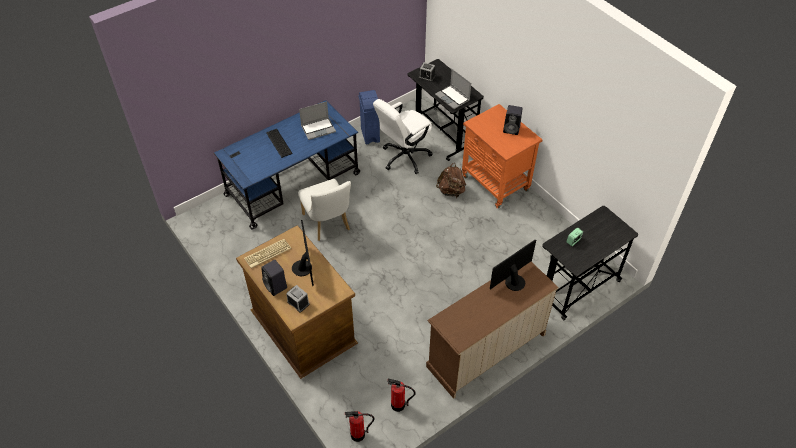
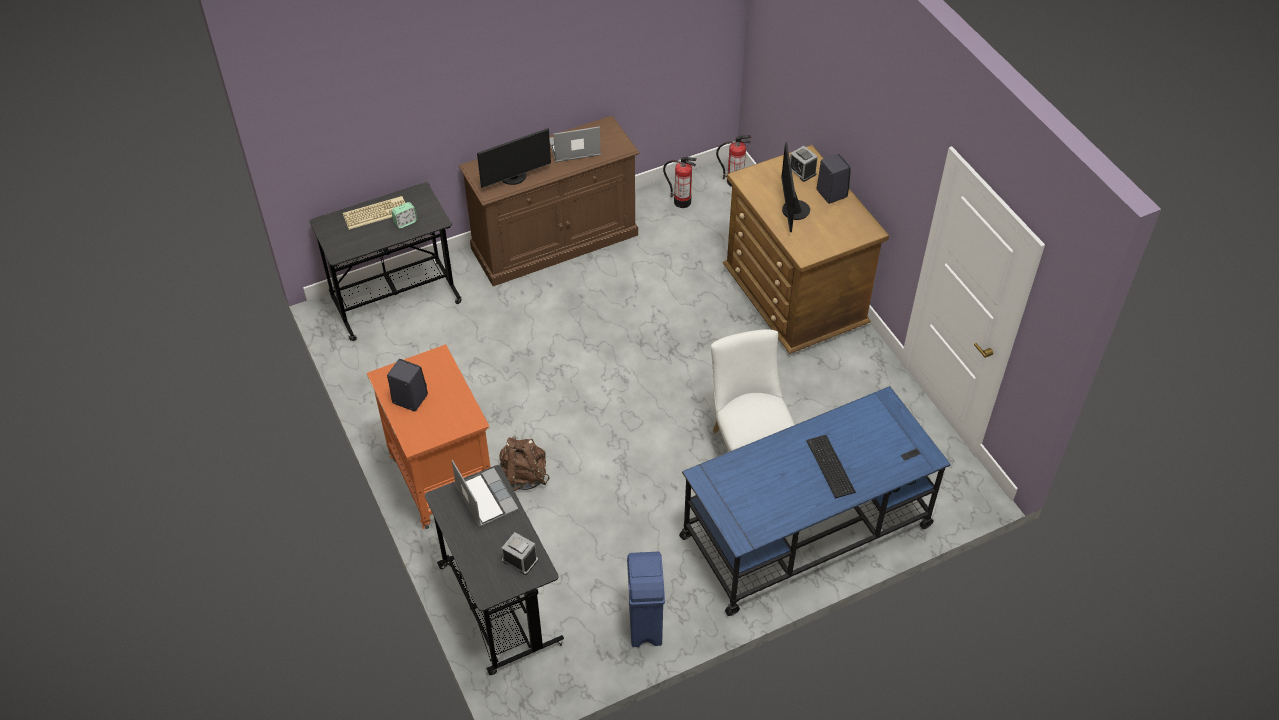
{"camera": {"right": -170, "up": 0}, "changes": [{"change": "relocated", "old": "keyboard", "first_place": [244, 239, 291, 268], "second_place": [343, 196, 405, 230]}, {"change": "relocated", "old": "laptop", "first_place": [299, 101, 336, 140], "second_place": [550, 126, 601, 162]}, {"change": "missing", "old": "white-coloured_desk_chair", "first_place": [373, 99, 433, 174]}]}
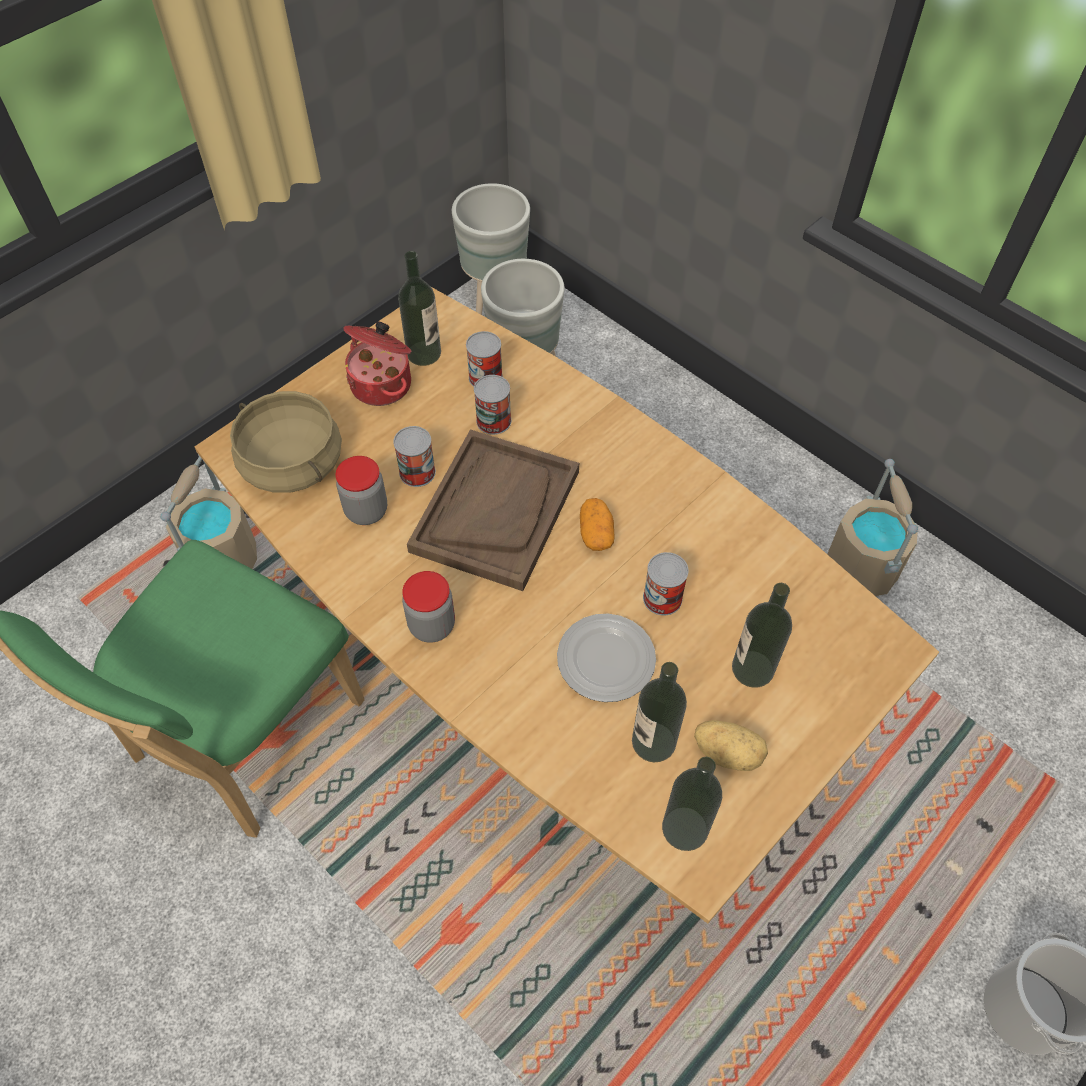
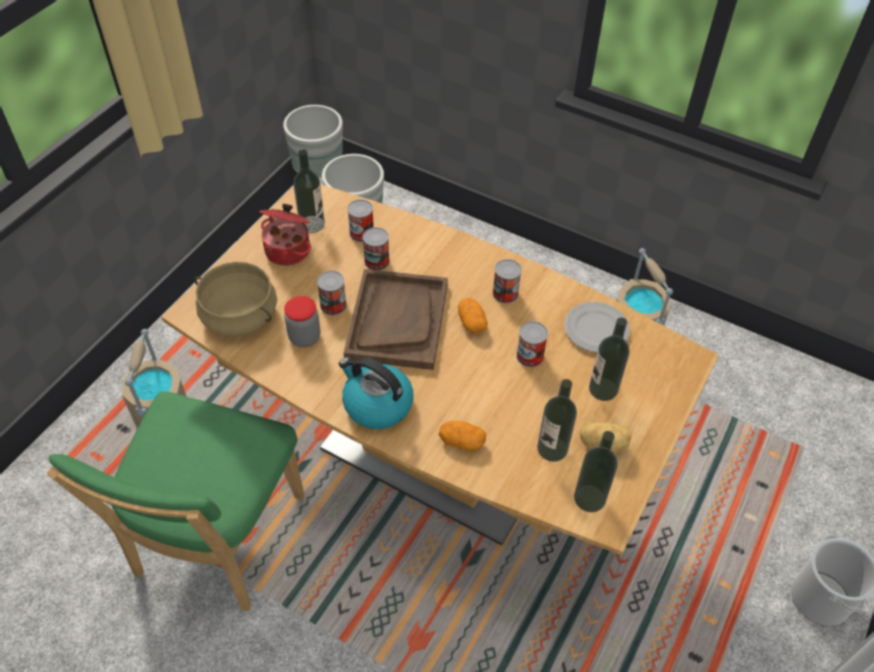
{"camera": {"right": -15, "up": -5}, "changes": [{"change": "exchanged", "old": "preserve_jar", "new": "tea_kettle", "first_place": [402, 571, 455, 643], "second_place": [339, 357, 414, 429]}, {"change": "relocated", "old": "flat_dish", "first_place": [557, 614, 656, 702], "second_place": [564, 302, 630, 352]}, {"change": "appeared", "new": "potato", "second_place": [439, 421, 486, 450]}, {"change": "appeared", "new": "can", "second_place": [493, 259, 522, 304]}]}
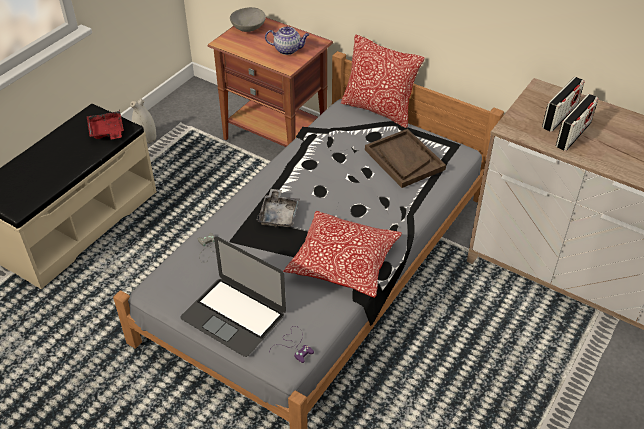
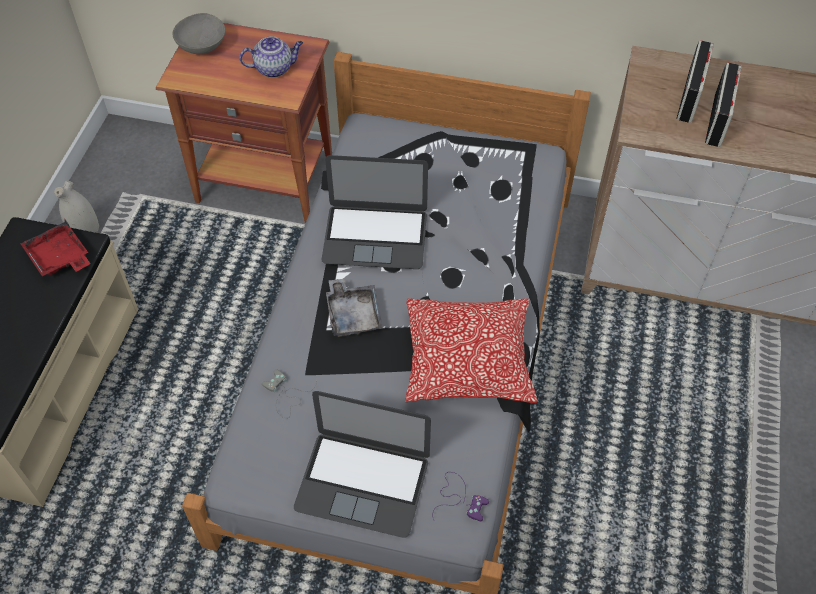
{"camera": {"right": -20, "up": 10}, "changes": [{"change": "missing", "old": "throw_pillow", "first_place": [341, 34, 425, 128]}, {"change": "missing", "old": "brownish_carrying_tray", "first_place": [365, 129, 446, 188]}, {"change": "appeared", "new": "laptop", "second_place": [322, 155, 428, 269]}]}
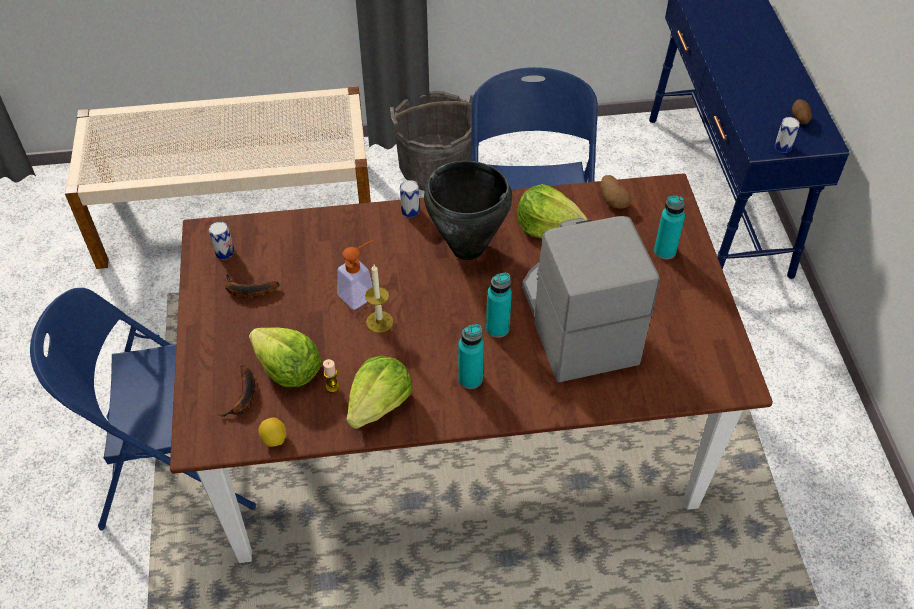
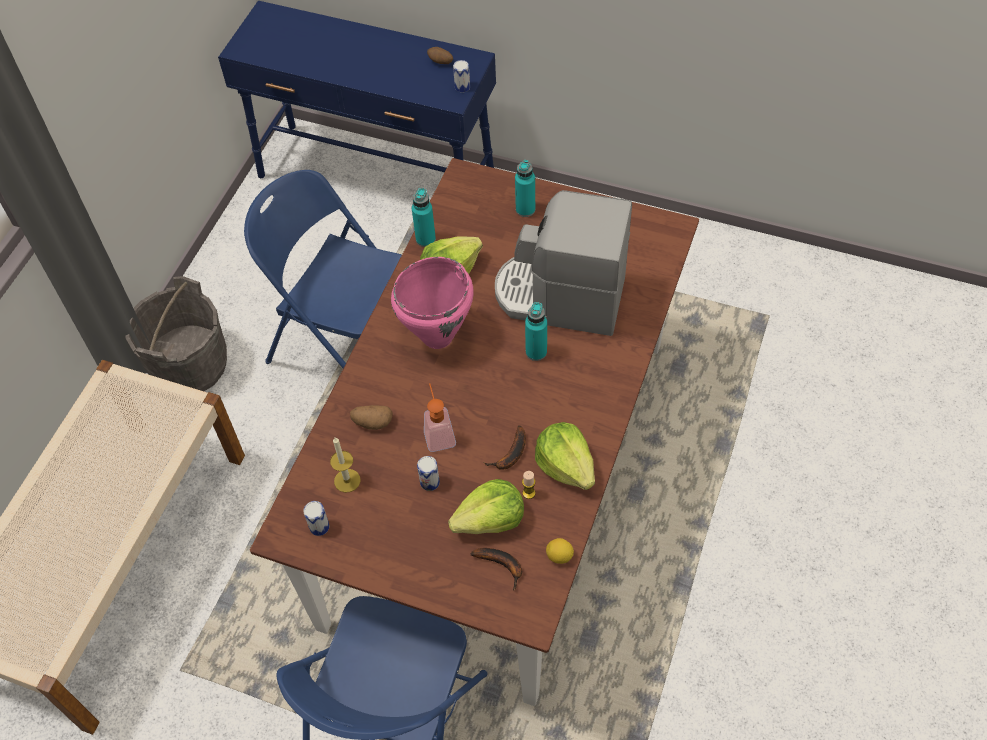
{"camera": {"right": -60, "up": 5}, "changes": [{"change": "relocated", "old": "banana_fruit", "first_place": [226, 274, 280, 298], "second_place": [483, 426, 526, 470]}, {"change": "relocated", "old": "wax_light", "first_place": [365, 265, 393, 333], "second_place": [330, 437, 361, 493]}, {"change": "relocated", "old": "can", "first_place": [400, 180, 420, 217], "second_place": [417, 456, 440, 491]}, {"change": "colour", "old": "blackish_saucepot", "new": "pink-coloured_saucepot", "first_place": [424, 161, 512, 260], "second_place": [391, 257, 473, 349]}, {"change": "relocated", "old": "turquoise-coloured_bottle", "first_place": [458, 324, 484, 389], "second_place": [412, 188, 436, 247]}, {"change": "relocated", "old": "potato", "first_place": [600, 175, 631, 209], "second_place": [350, 405, 393, 430]}]}
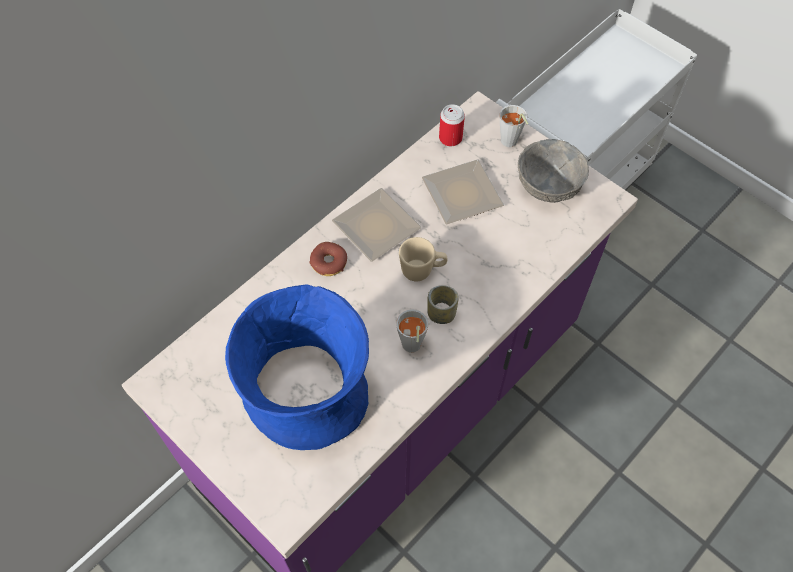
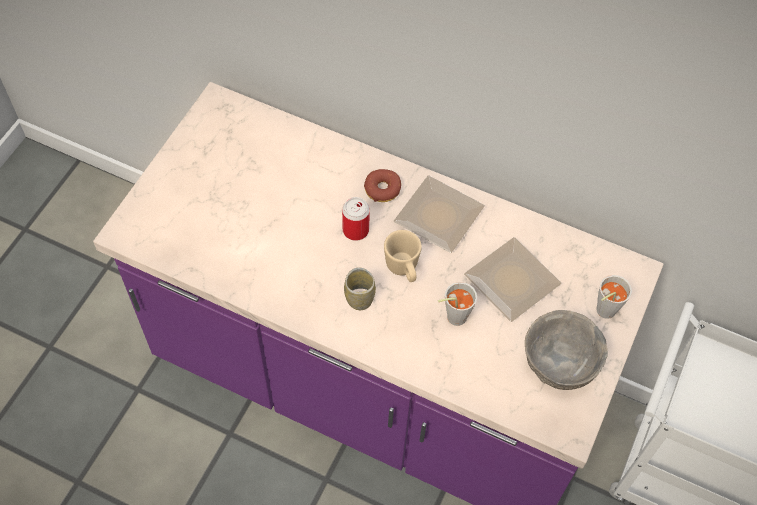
{"camera": {"right": 70, "up": 0}, "changes": [{"change": "missing", "old": "blue_vase", "first_place": [225, 284, 369, 450]}, {"change": "relocated", "old": "gray_cup", "first_place": [396, 309, 428, 353], "second_place": [438, 282, 477, 326]}, {"change": "relocated", "old": "can", "first_place": [439, 104, 465, 146], "second_place": [342, 197, 370, 241]}]}
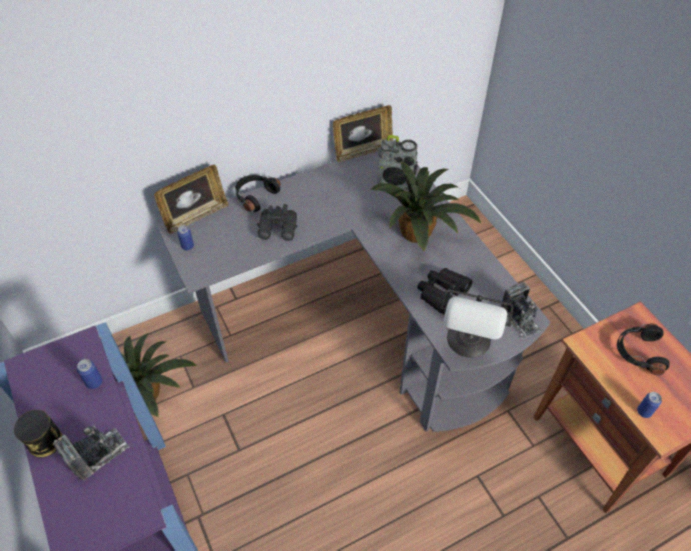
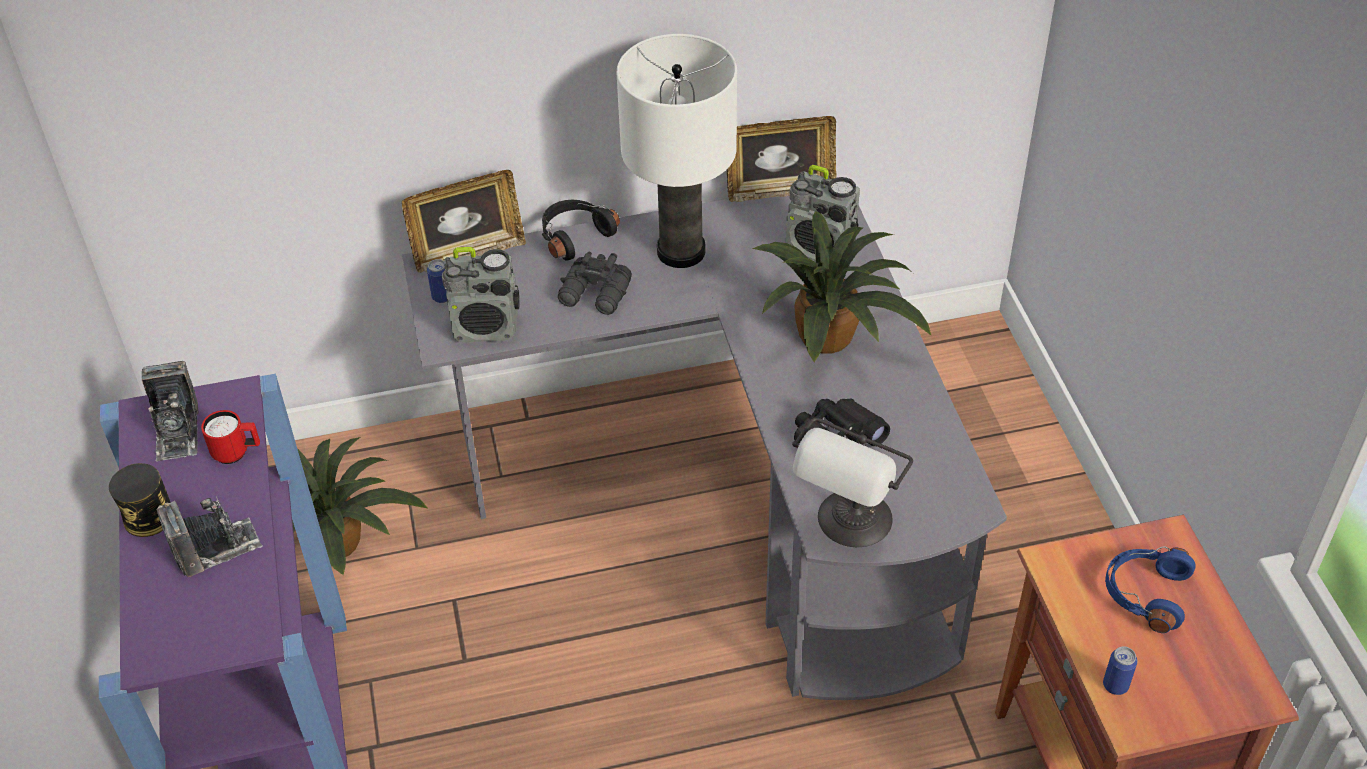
{"camera": {"right": 15, "up": -5}, "changes": [{"change": "exchanged", "old": "can", "new": "red_coffee_mug", "first_place": [77, 359, 102, 389], "second_place": [201, 410, 260, 464]}, {"change": "relocated", "old": "photo_camera", "first_place": [501, 282, 541, 339], "second_place": [142, 361, 199, 462]}, {"change": "colour", "old": "blackish_headset", "new": "blue_headset", "first_place": [617, 323, 670, 375], "second_place": [1105, 546, 1196, 633]}, {"change": "appeared", "new": "radio_receiver", "second_place": [442, 247, 519, 342]}, {"change": "appeared", "new": "white-coloured_table_lamp", "second_place": [617, 34, 737, 268]}]}
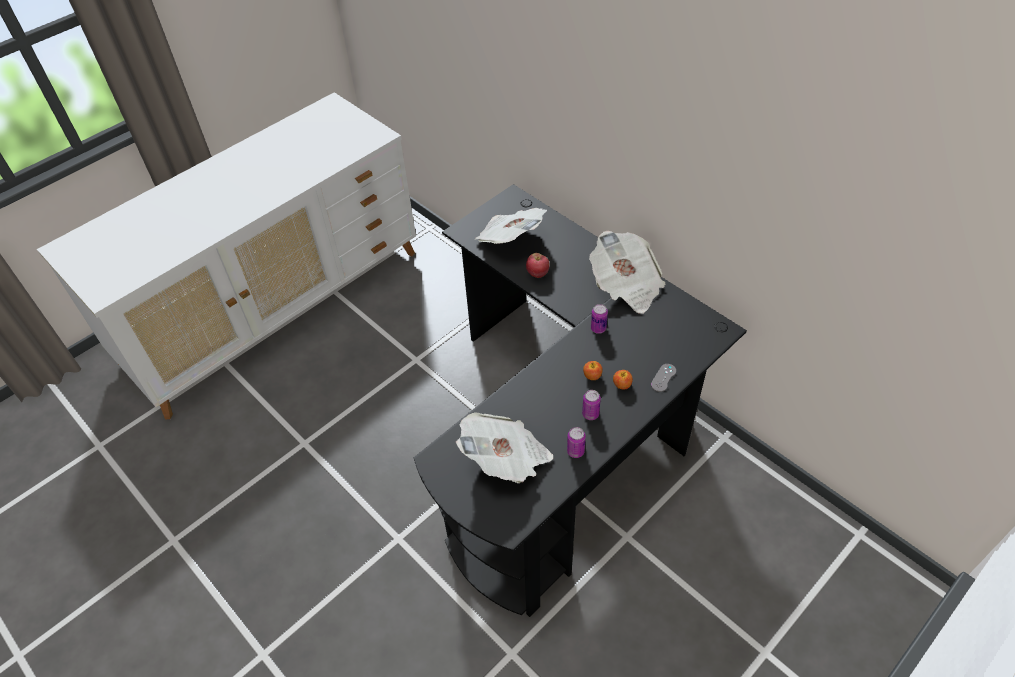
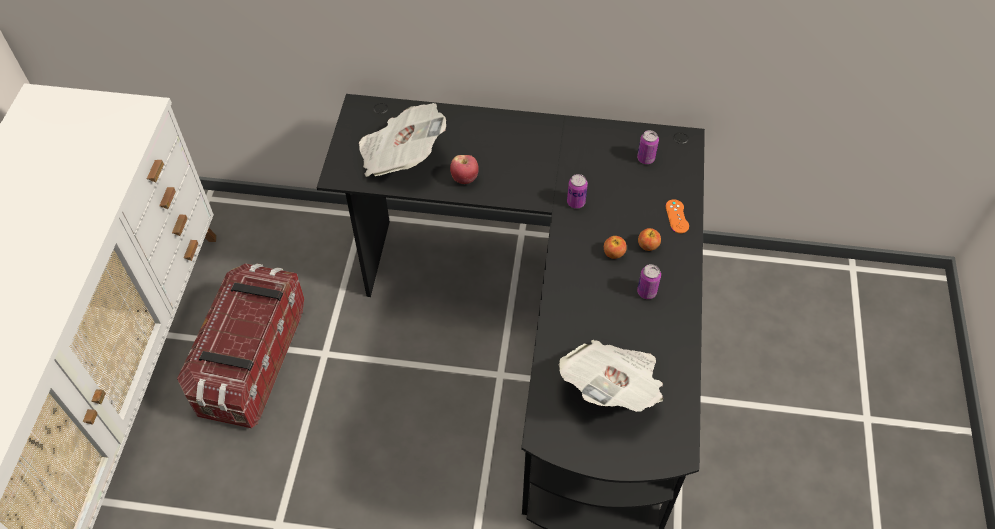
{"camera": {"right": -40, "up": 5}, "changes": [{"change": "relocated", "old": "can", "first_place": [567, 427, 586, 458], "second_place": [637, 130, 659, 164]}, {"change": "missing", "old": "daily_paper", "first_place": [589, 230, 665, 314]}, {"change": "colour", "old": "gray_game_controller", "new": "orange_game_controller", "first_place": [651, 364, 676, 392], "second_place": [665, 199, 689, 233]}, {"change": "appeared", "new": "storage_box", "second_place": [177, 264, 304, 428]}]}
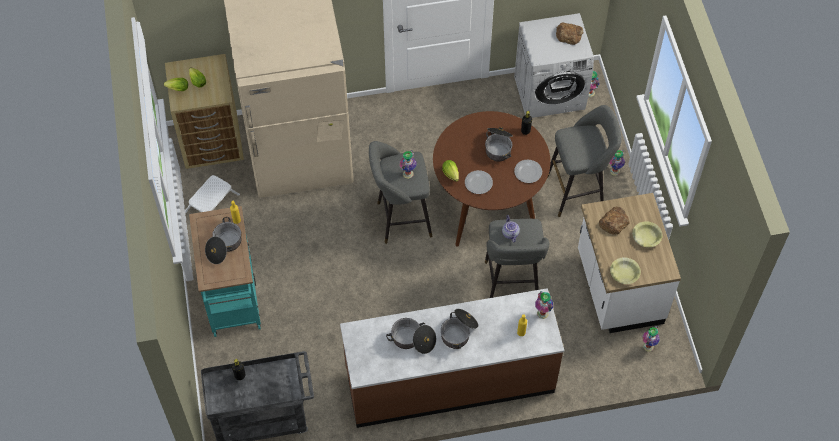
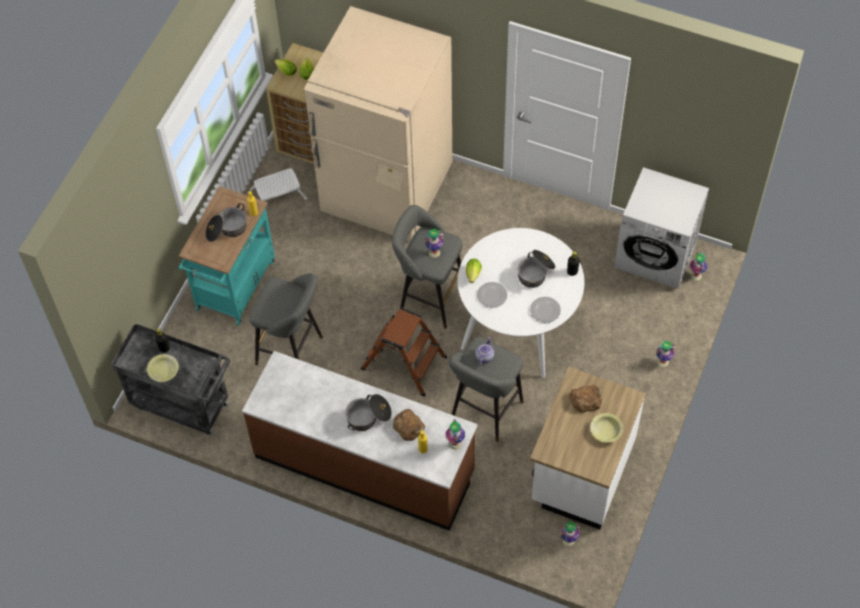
{"camera": {"right": 35, "up": 0}, "changes": [{"change": "missing", "old": "saucepot", "first_place": [386, 318, 436, 354]}, {"change": "colour", "old": "brownish_dinner_table", "new": "white-coloured_dinner_table", "first_place": [433, 111, 551, 246], "second_place": [458, 228, 585, 378]}, {"change": "relocated", "old": "gray_sitting_stool", "first_place": [547, 105, 622, 217], "second_place": [249, 273, 323, 365]}, {"change": "relocated", "old": "bakery_bread", "first_place": [556, 22, 584, 45], "second_place": [393, 409, 425, 441]}, {"change": "relocated", "old": "yellow_serving_bowl", "first_place": [610, 257, 641, 284], "second_place": [147, 354, 179, 382]}, {"change": "appeared", "new": "brownish_step_ladder", "second_place": [360, 307, 447, 397]}]}
